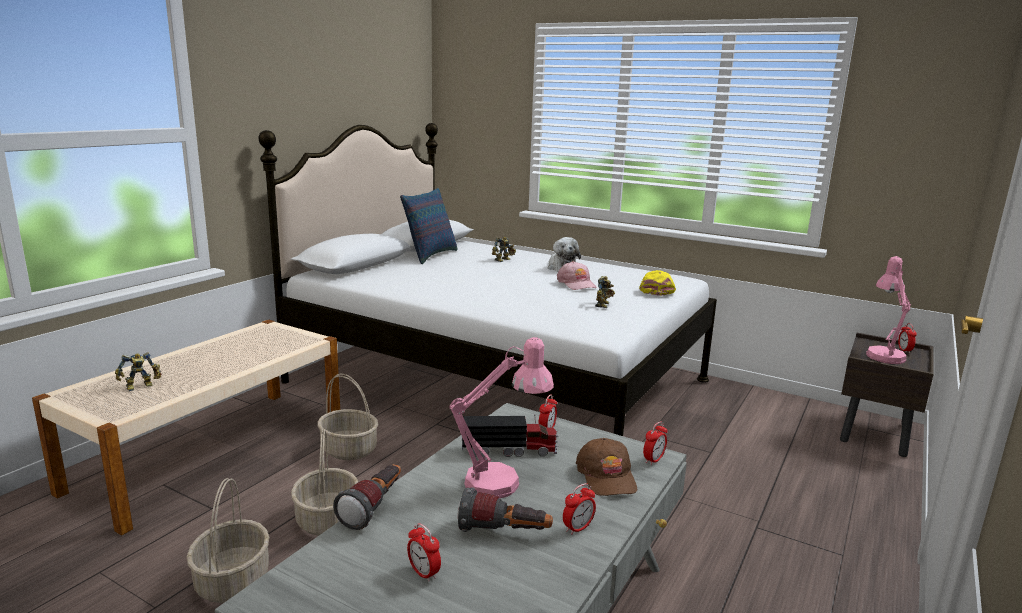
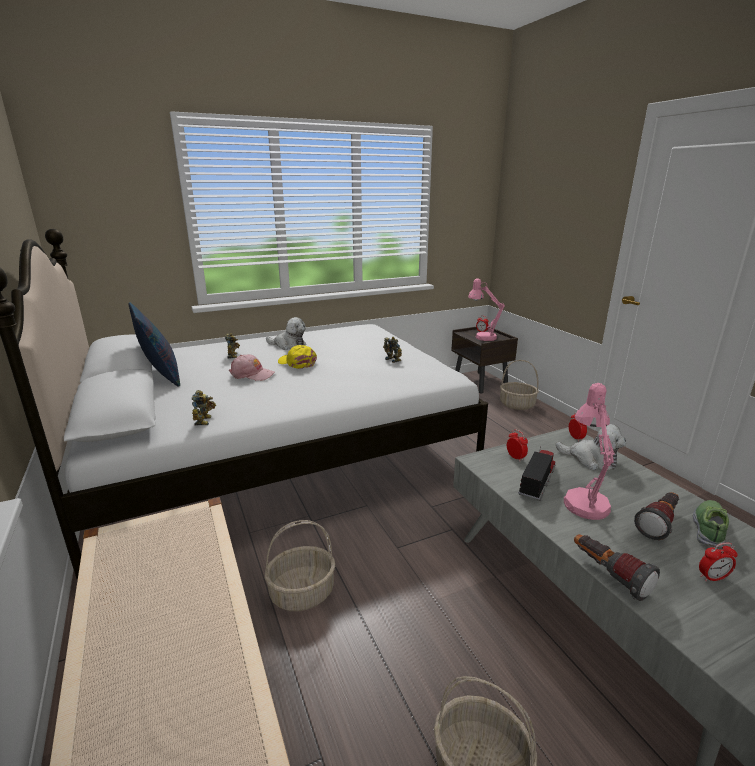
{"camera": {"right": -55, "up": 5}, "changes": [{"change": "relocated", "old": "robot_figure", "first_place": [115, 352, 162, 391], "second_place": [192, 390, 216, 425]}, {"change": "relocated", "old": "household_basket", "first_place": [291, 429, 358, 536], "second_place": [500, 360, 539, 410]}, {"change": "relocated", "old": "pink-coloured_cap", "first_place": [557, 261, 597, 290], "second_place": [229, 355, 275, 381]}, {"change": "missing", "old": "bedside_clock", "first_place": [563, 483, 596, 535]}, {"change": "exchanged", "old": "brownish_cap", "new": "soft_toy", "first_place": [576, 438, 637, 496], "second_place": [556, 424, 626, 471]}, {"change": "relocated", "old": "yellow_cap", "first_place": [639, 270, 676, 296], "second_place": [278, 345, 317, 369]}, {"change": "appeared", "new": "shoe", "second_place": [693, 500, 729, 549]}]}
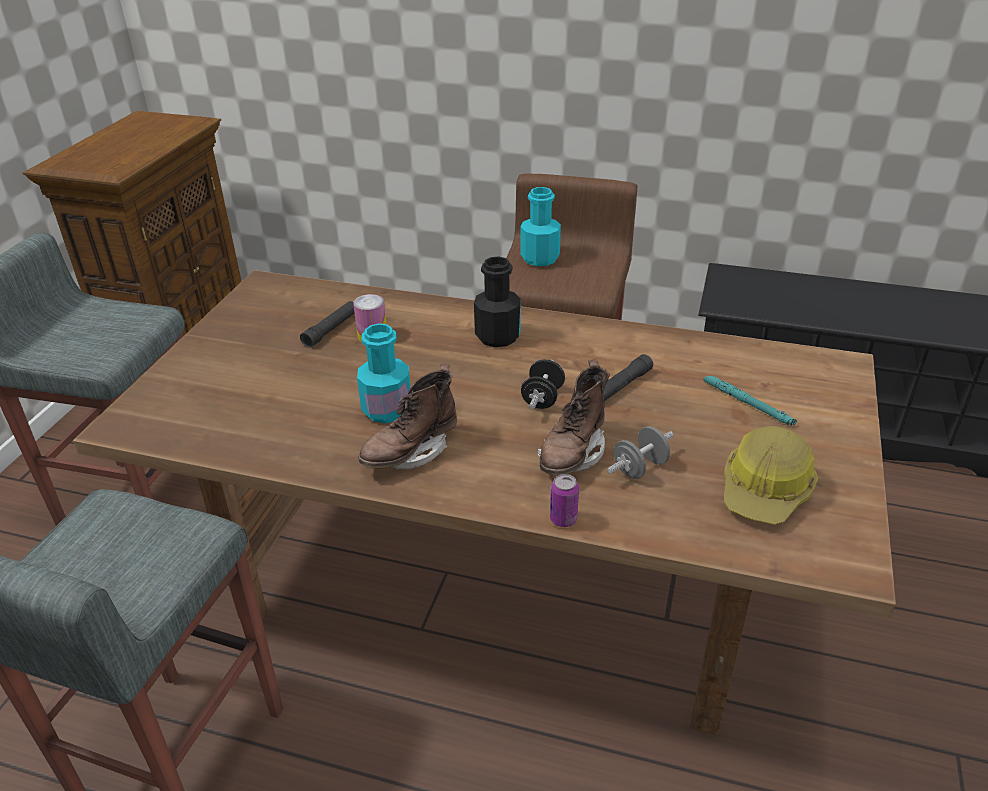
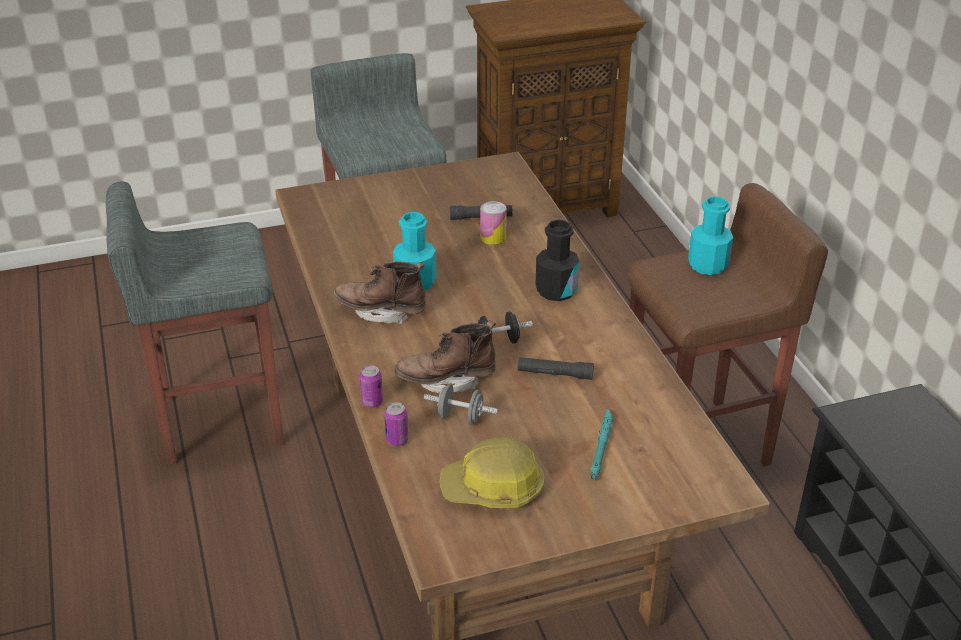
{"camera": {"right": 55, "up": 0}, "changes": [{"change": "appeared", "new": "can", "second_place": [384, 402, 408, 446]}]}
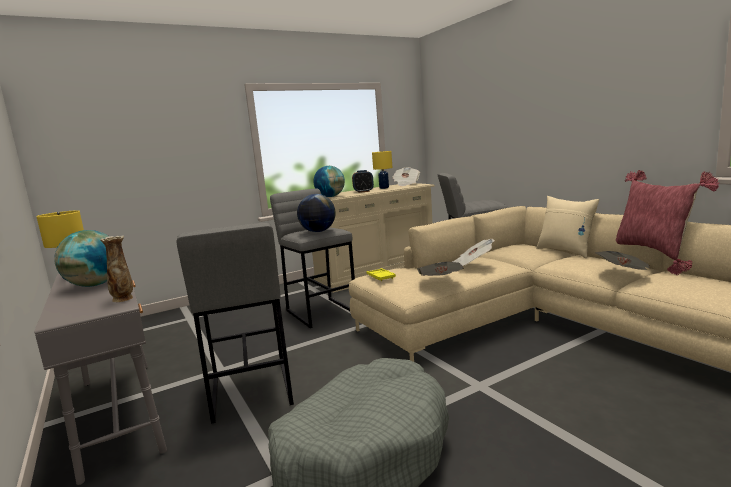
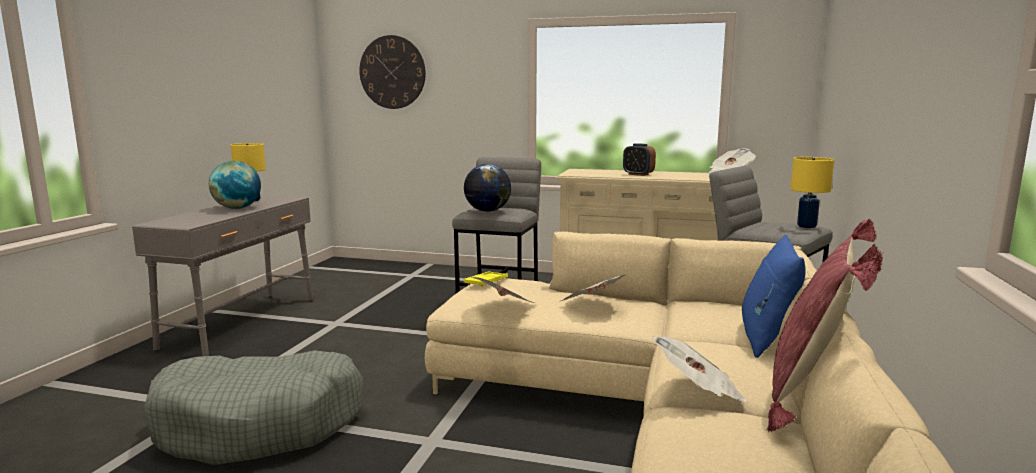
{"camera": {"right": 45, "up": 0}, "changes": [{"change": "missing", "old": "vase", "first_place": [100, 235, 133, 302]}, {"change": "missing", "old": "gray_sitting_stool", "first_place": [177, 223, 294, 424]}, {"change": "missing", "old": "desk_globe", "first_place": [313, 166, 345, 197]}, {"change": "relocated", "old": "yellow_table_lamp", "first_place": [372, 151, 393, 189], "second_place": [791, 157, 834, 228]}, {"change": "colour", "old": "sand-coloured_throw_pillow", "new": "blue_throw_pillow", "first_place": [536, 196, 599, 258], "second_place": [742, 235, 806, 358]}, {"change": "appeared", "new": "wall_clock", "second_place": [359, 35, 426, 109]}]}
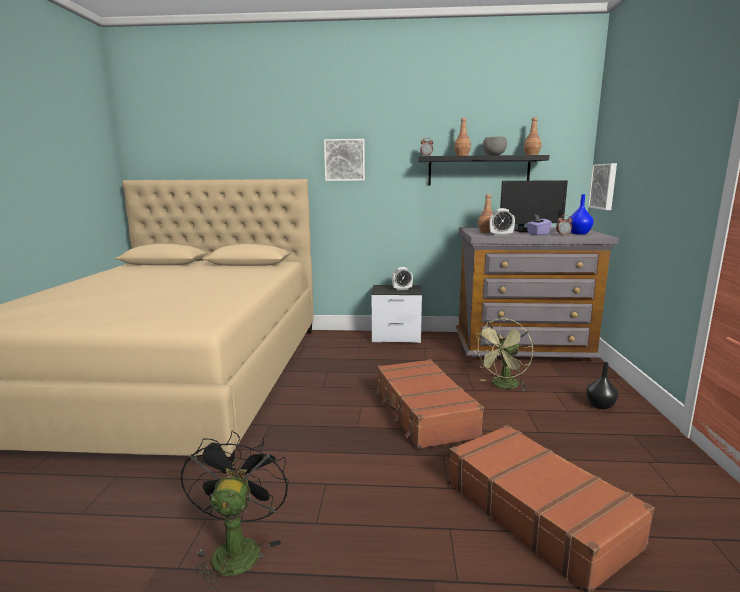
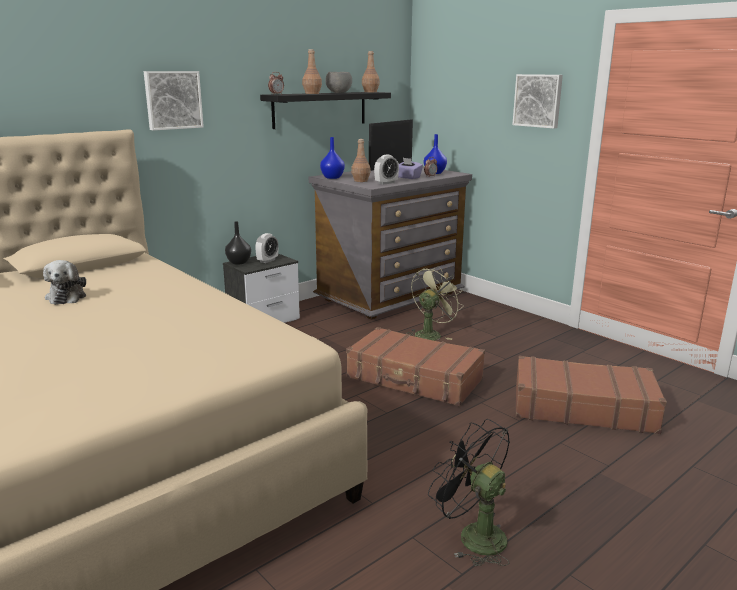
{"camera": {"right": -45, "up": 5}, "changes": [{"change": "spun", "old": "green-coloured_electric_fan", "first_place": [473, 318, 533, 392], "second_place": [406, 266, 464, 341], "degrees": -135}, {"change": "relocated", "old": "blackish_vase", "first_place": [586, 362, 618, 409], "second_place": [225, 221, 251, 265]}, {"change": "relocated", "old": "picture", "first_place": [588, 163, 617, 210], "second_place": [512, 74, 563, 129]}, {"change": "appeared", "new": "soft_toy", "second_place": [43, 260, 86, 305]}, {"change": "appeared", "new": "blue_vase", "second_place": [320, 137, 345, 179]}]}
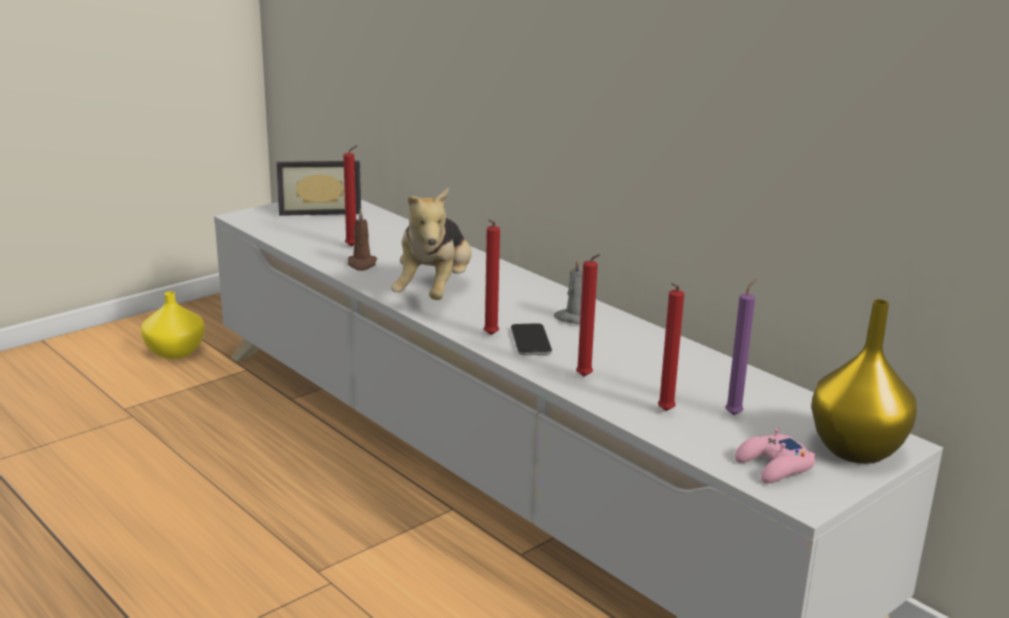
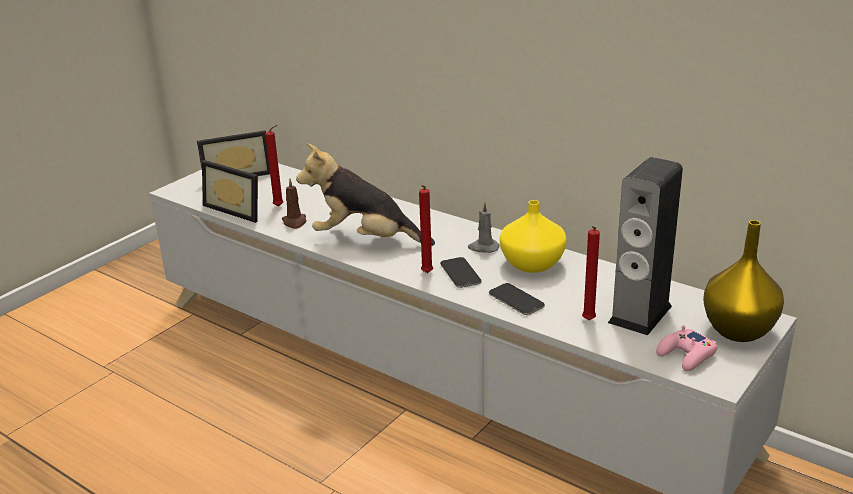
{"camera": {"right": -10, "up": 5}, "changes": [{"change": "relocated", "old": "yellow_vase", "first_place": [141, 291, 205, 359], "second_place": [500, 200, 567, 273]}, {"change": "spun", "old": "soft_toy", "first_place": [391, 188, 472, 300], "second_place": [296, 144, 435, 246], "degrees": 105}, {"change": "exchanged", "old": "red_wax_light", "new": "telephone", "first_place": [576, 254, 600, 377], "second_place": [489, 283, 545, 315]}, {"change": "exchanged", "old": "purple-coloured_wax_light", "new": "loudspeaker", "first_place": [725, 278, 757, 415], "second_place": [608, 157, 683, 335]}, {"change": "appeared", "new": "standing_frame", "second_place": [202, 160, 258, 223]}]}
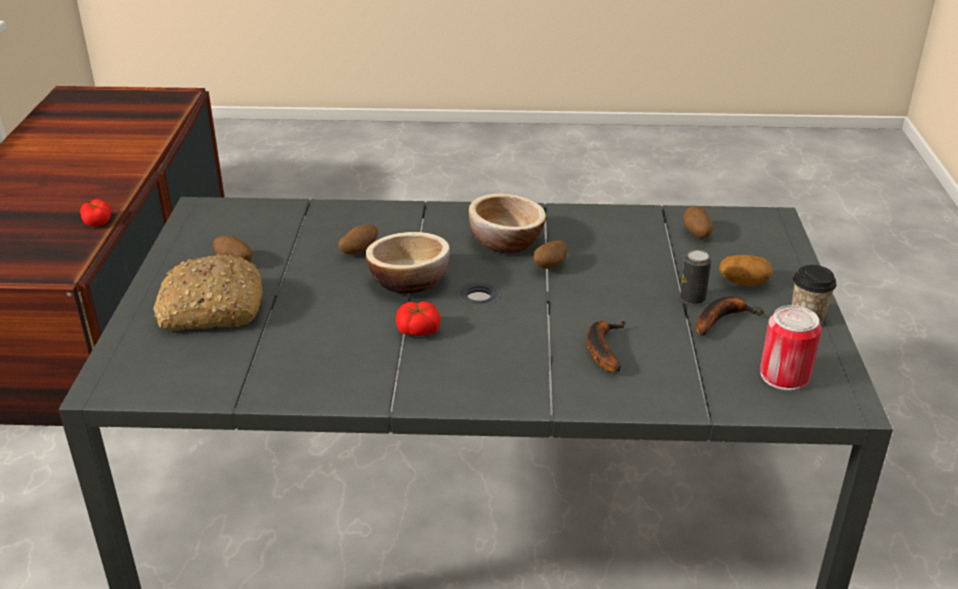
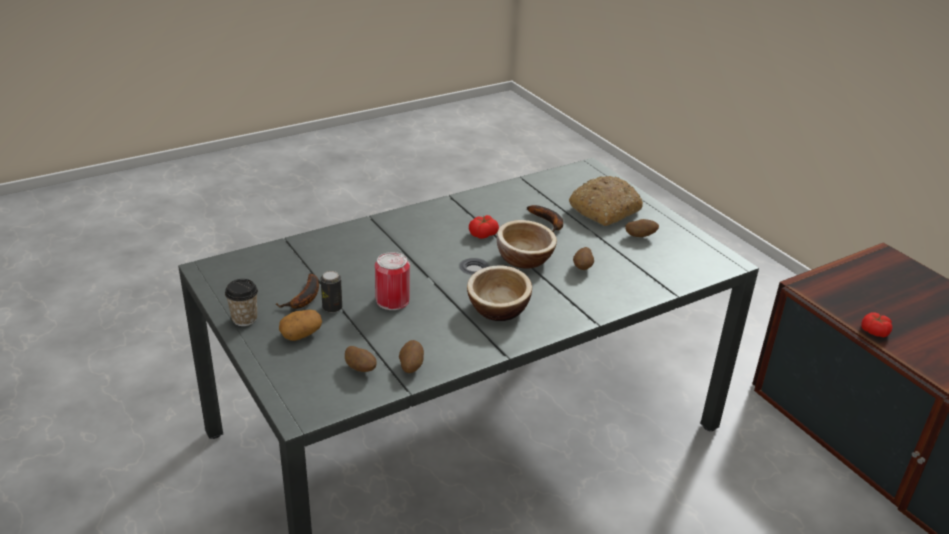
{"camera": {"right": 145, "up": 0}, "changes": [{"change": "relocated", "old": "potato", "first_place": [533, 240, 567, 269], "second_place": [399, 340, 424, 373]}, {"change": "relocated", "old": "banana_fruit", "first_place": [587, 321, 626, 372], "second_place": [527, 205, 563, 232]}, {"change": "relocated", "old": "can", "first_place": [760, 305, 822, 391], "second_place": [375, 252, 410, 310]}]}
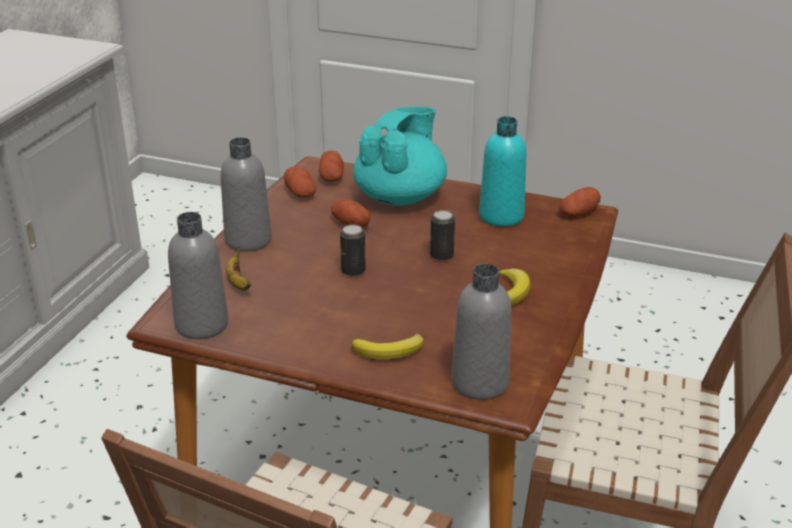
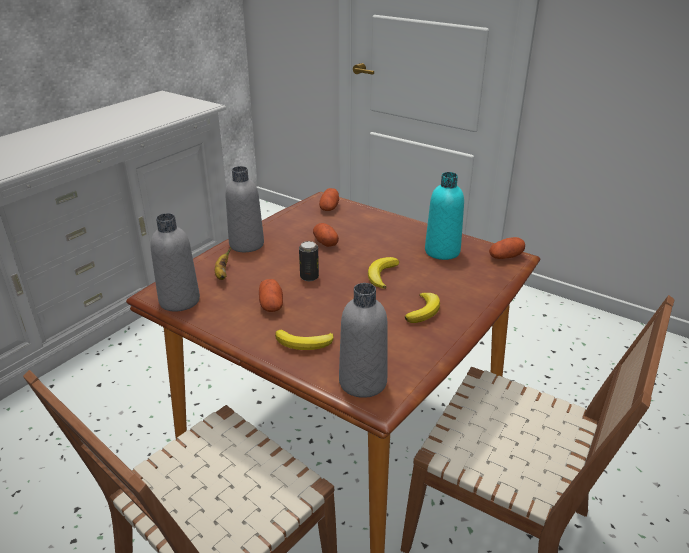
{"camera": {"right": 15, "up": 0}, "changes": [{"change": "relocated", "old": "potato", "first_place": [284, 166, 316, 198], "second_place": [259, 279, 283, 312]}, {"change": "missing", "old": "turquoise-coloured_teapot", "first_place": [353, 106, 447, 206]}, {"change": "exchanged", "old": "can", "new": "banana_fruit", "first_place": [430, 210, 455, 261], "second_place": [368, 257, 399, 289]}]}
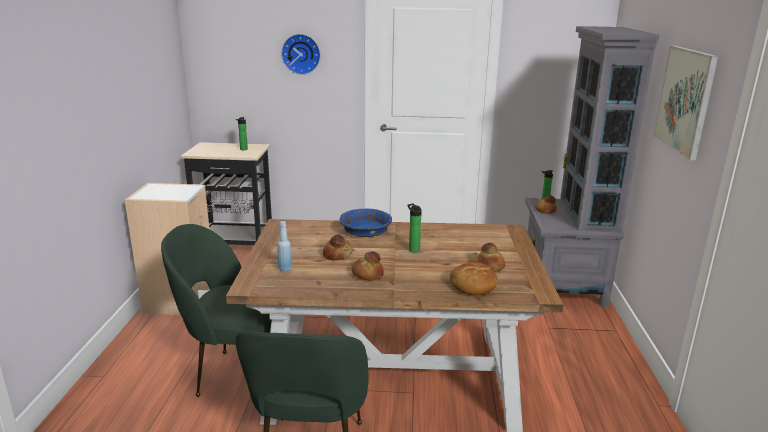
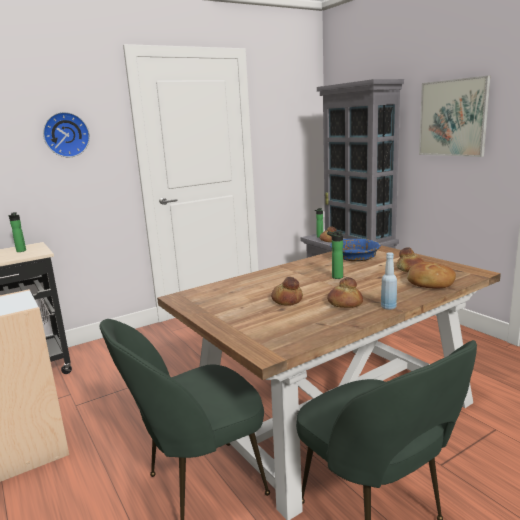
{"camera": {"right": -35, "up": -5}, "changes": [{"change": "relocated", "old": "blue_bottle", "first_place": [277, 221, 292, 271], "second_place": [381, 252, 397, 310]}, {"change": "relocated", "old": "blue_serving_bowl", "first_place": [339, 208, 392, 237], "second_place": [330, 239, 381, 261]}]}
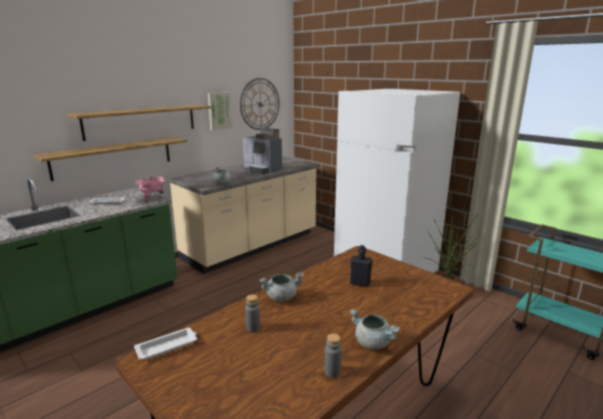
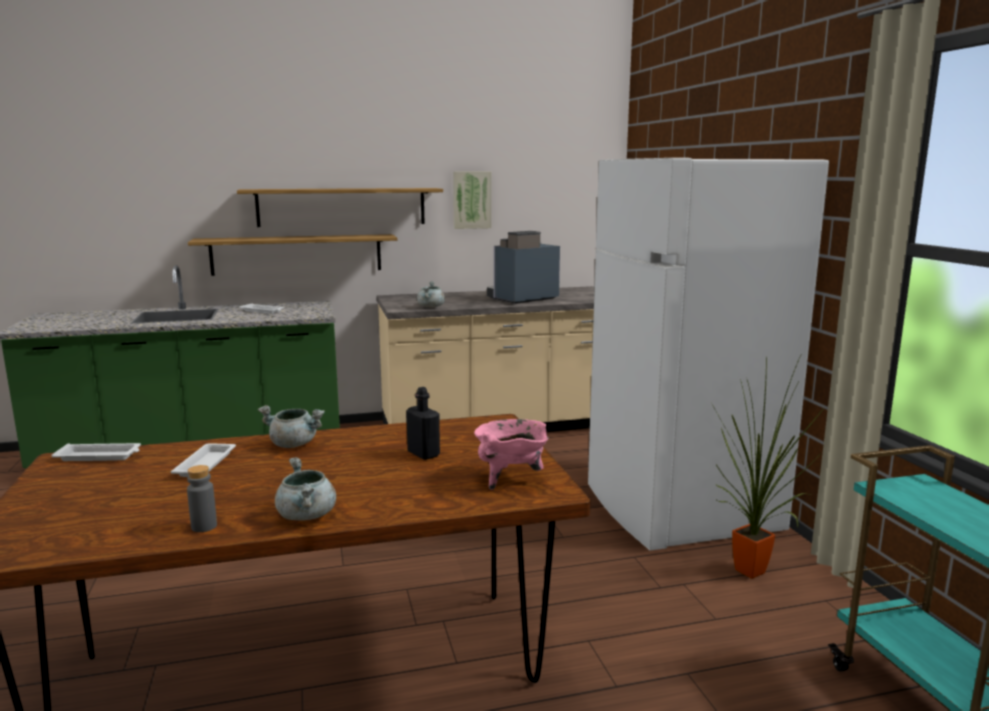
{"camera": {"right": 30, "up": -5}, "changes": [{"change": "relocated", "old": "pink-coloured_saucepot", "first_place": [135, 177, 165, 203], "second_place": [474, 419, 549, 490]}, {"change": "missing", "old": "wall_clock", "first_place": [240, 78, 280, 130]}, {"change": "spun", "old": "coffee_maker", "first_place": [243, 128, 282, 175], "second_place": [487, 231, 560, 304], "degrees": 75}, {"change": "exchanged", "old": "gray_bottle", "new": "white-coloured_carrying_tray", "first_place": [245, 294, 260, 332], "second_place": [171, 443, 236, 477]}]}
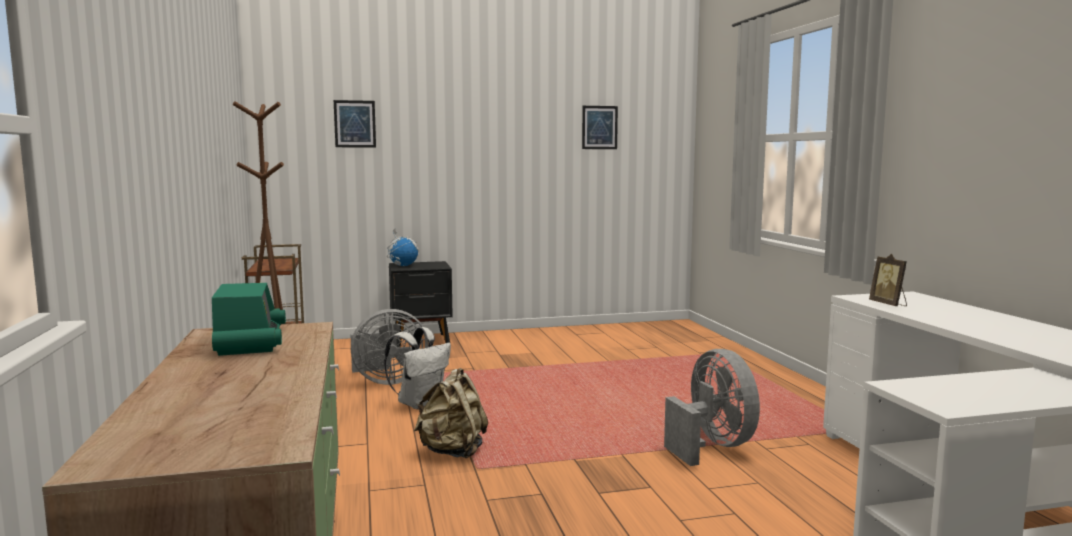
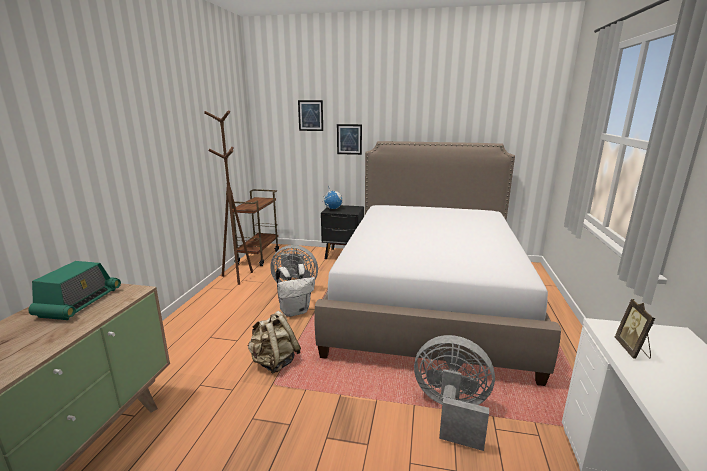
{"camera": {"right": 25, "up": 10}, "changes": [{"change": "relocated", "old": "picture", "first_place": [582, 106, 618, 149], "second_place": [337, 124, 362, 155]}, {"change": "spun", "old": "gray_electric_fan", "first_place": [664, 349, 760, 466], "second_place": [414, 335, 495, 451], "degrees": -75}, {"change": "appeared", "new": "bed", "second_place": [314, 141, 561, 386]}]}
